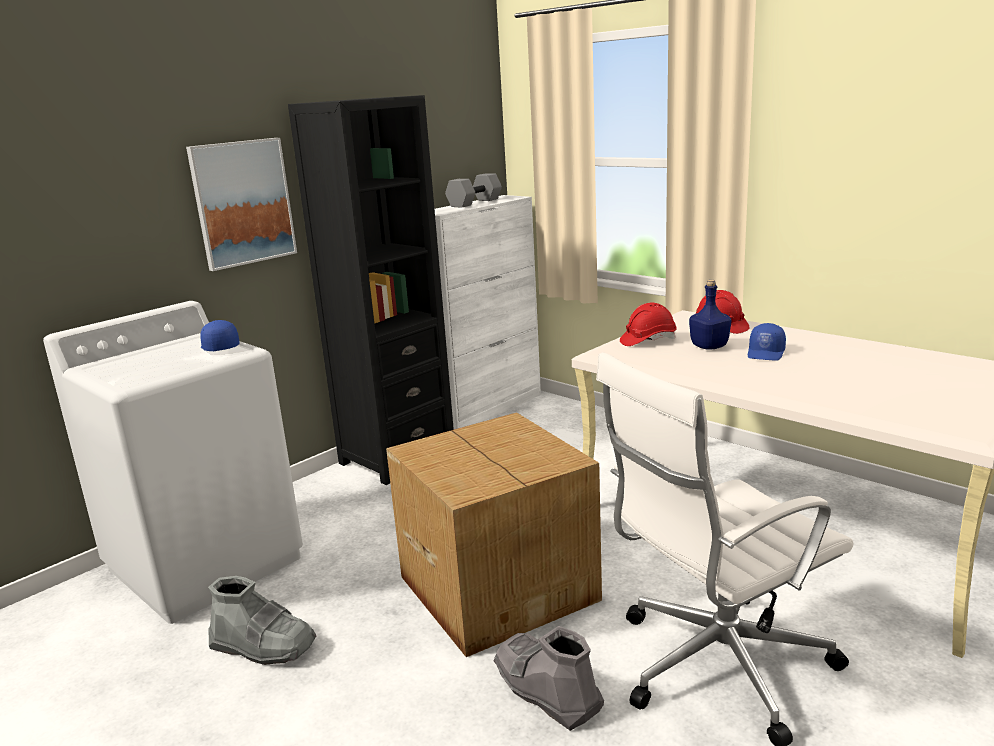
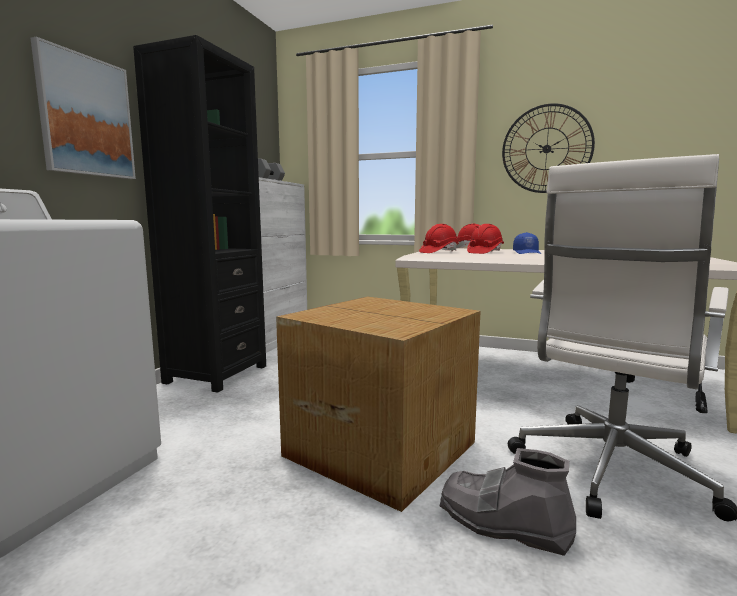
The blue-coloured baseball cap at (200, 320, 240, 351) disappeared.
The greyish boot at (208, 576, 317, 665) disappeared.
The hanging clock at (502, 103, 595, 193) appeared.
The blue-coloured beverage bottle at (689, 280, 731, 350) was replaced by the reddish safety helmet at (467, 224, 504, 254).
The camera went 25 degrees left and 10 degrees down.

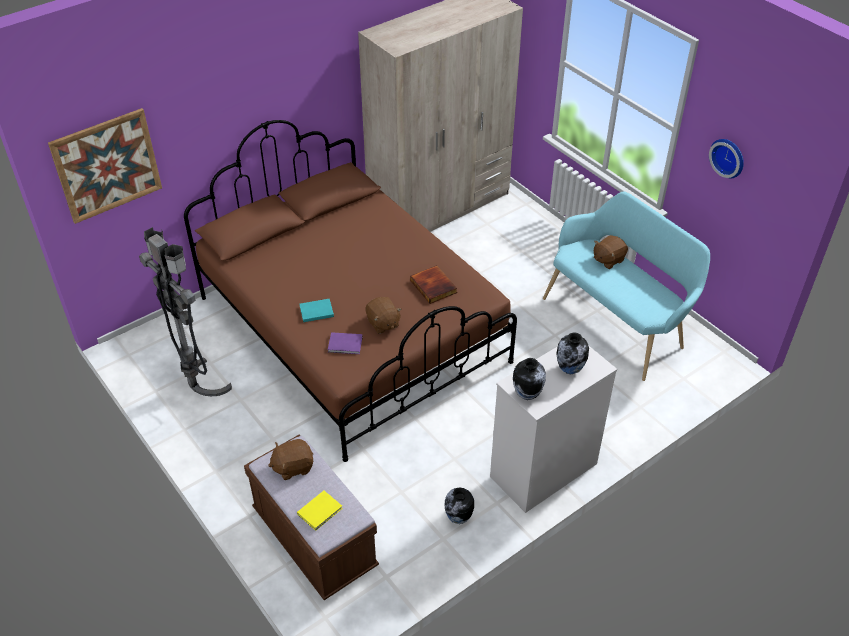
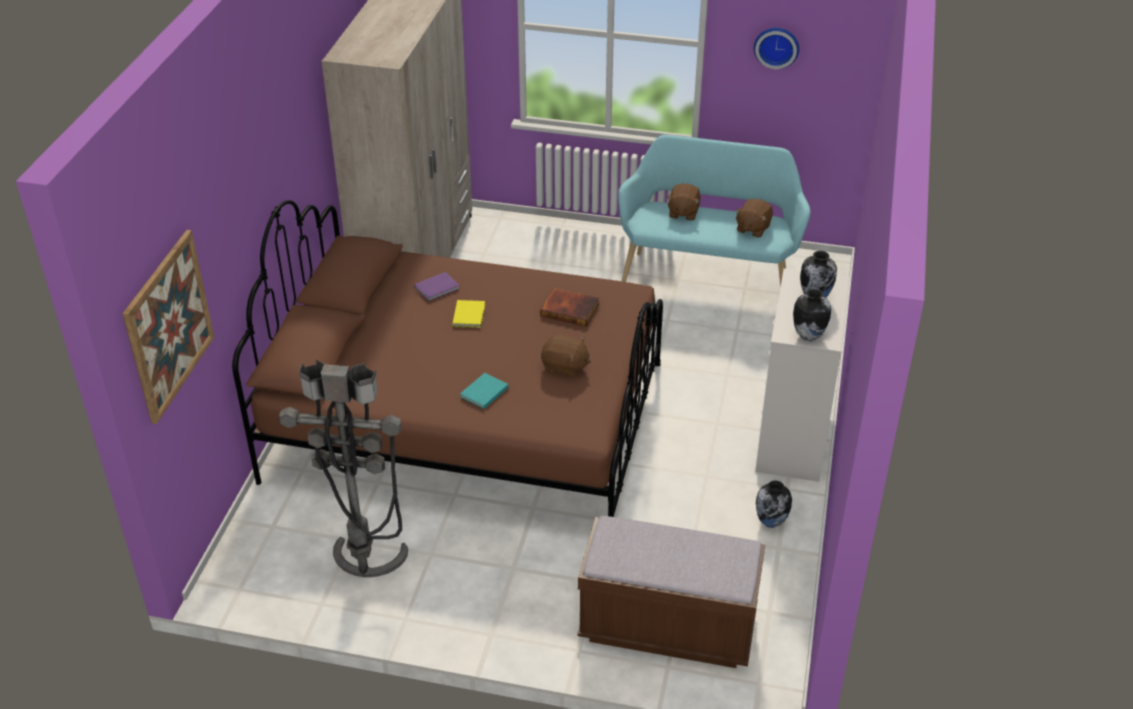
The brownish plush toy moved from (268, 439, 313, 480) to (735, 199, 773, 238).
The yellowish book moved from (297, 491, 343, 531) to (453, 300, 485, 328).
The purple book moved from (328, 332, 363, 354) to (414, 272, 460, 302).
The camera went 40 degrees left and 5 degrees down.

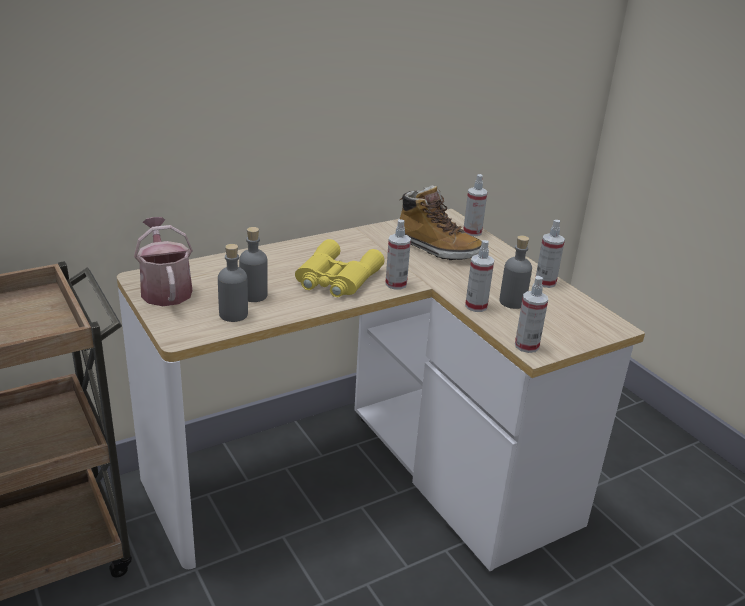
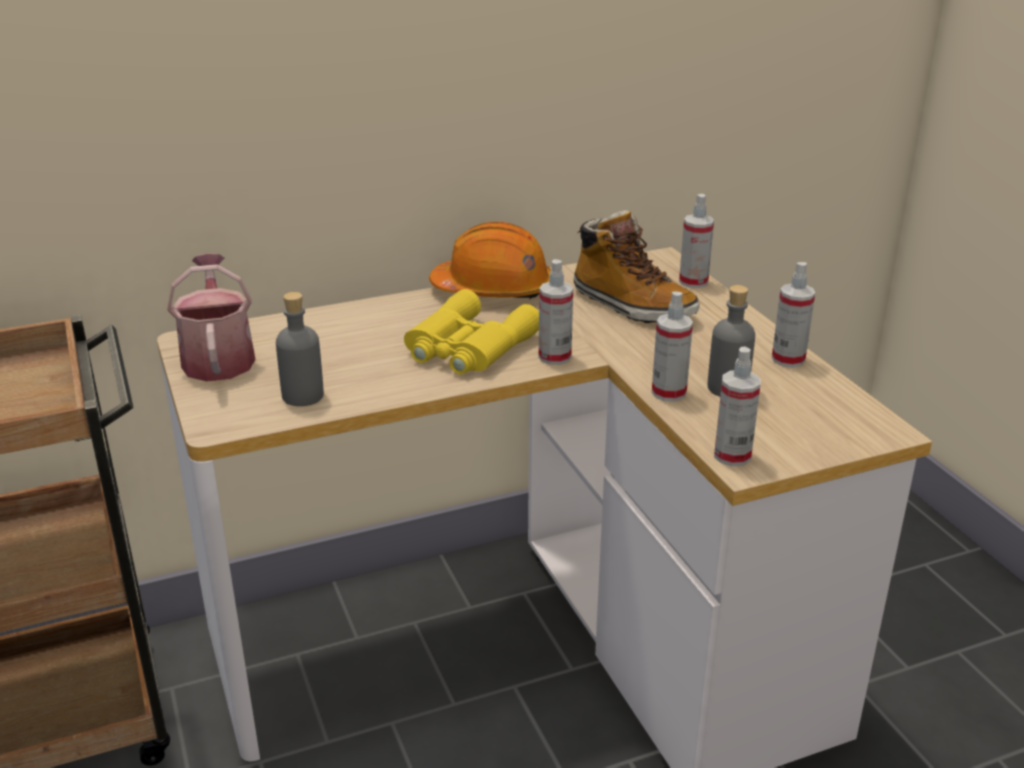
The greyish beverage bottle at (239, 227, 268, 302) disappeared.
The orange safety helmet at (429, 222, 551, 300) appeared.
The camera went 10 degrees right and 0 degrees up.

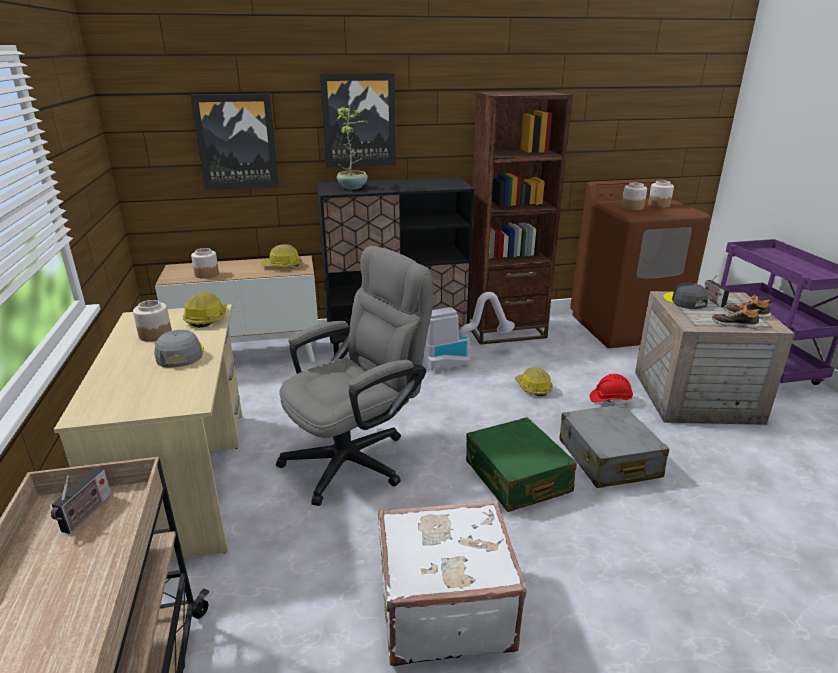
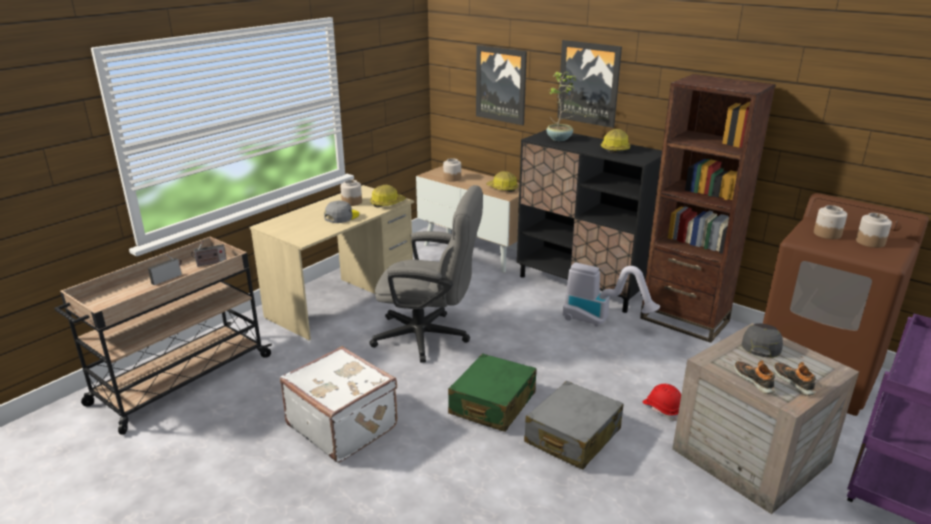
The safety helmet moved from (515, 367, 553, 396) to (601, 129, 630, 153).
The radio receiver moved from (705, 274, 730, 307) to (148, 253, 182, 285).
The camera went 50 degrees right and 0 degrees up.

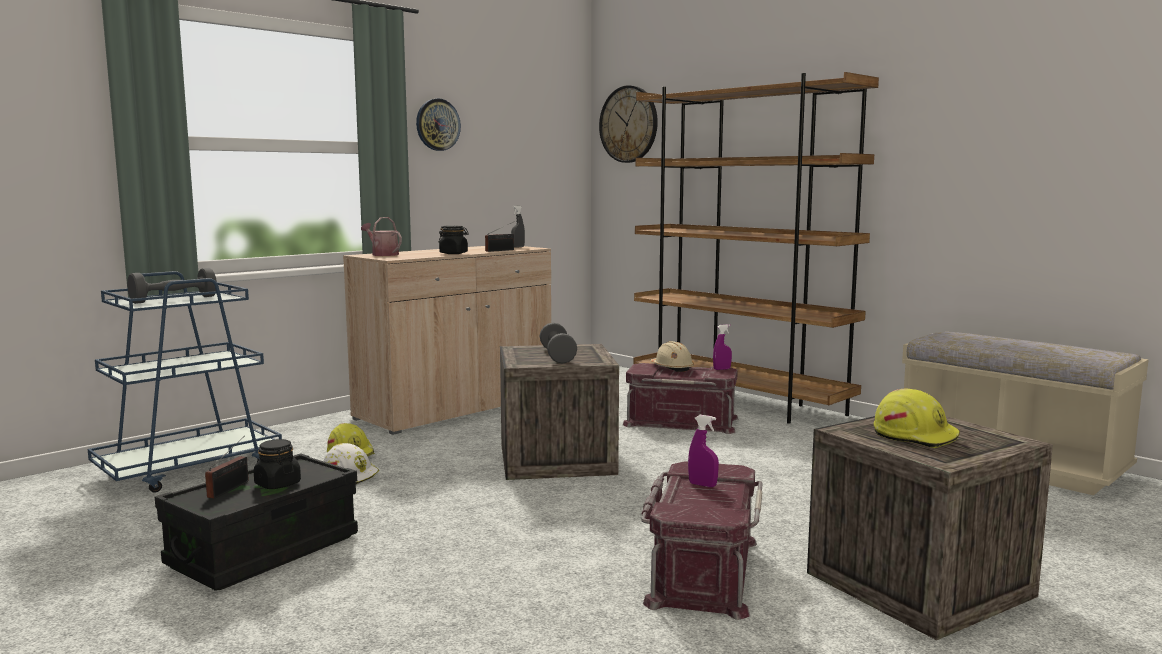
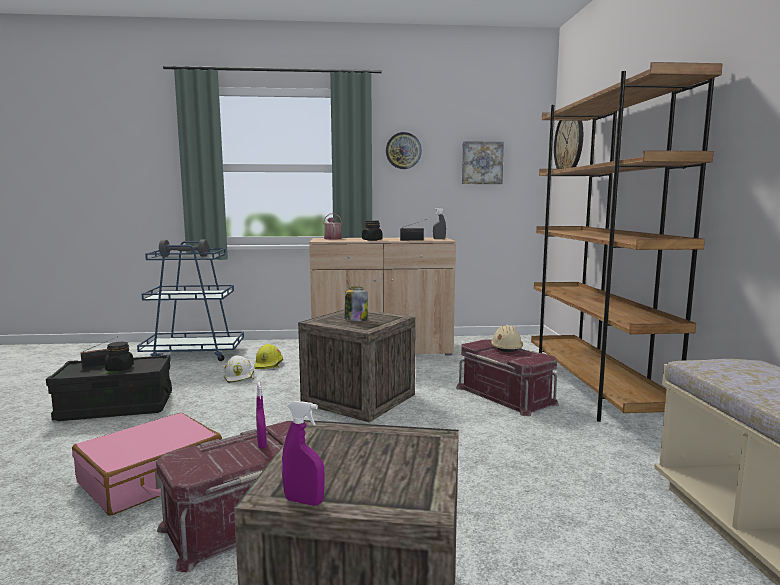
The yellowish safety helmet at (874, 389, 960, 448) disappeared.
The pink-coloured suitcase at (72, 413, 222, 516) appeared.
The wall picture at (461, 141, 504, 184) appeared.
The purple sprayer moved from (713, 324, 732, 370) to (282, 401, 325, 506).
The greyish free weight at (539, 323, 577, 363) was replaced by the storage jar at (345, 287, 368, 321).
The camera went 40 degrees right and 0 degrees up.

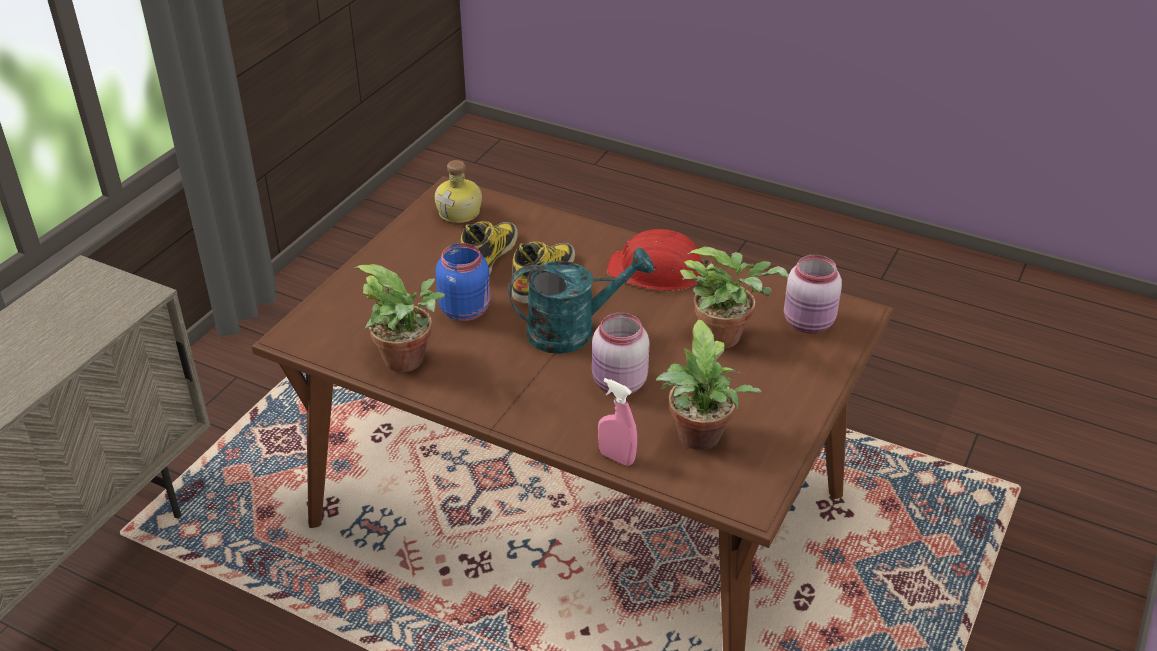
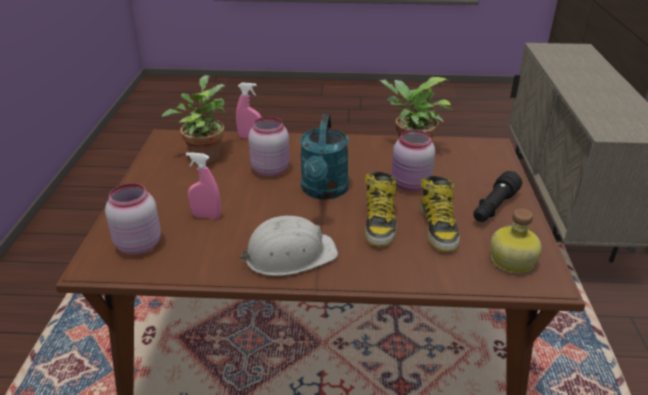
The blackish torch at (474, 171, 522, 222) appeared.
The plant in a pot at (680, 246, 789, 348) was replaced by the pink-coloured sprayer at (186, 152, 221, 219).
The blue-coloured storage jar at (435, 243, 490, 321) became the pink-coloured storage jar at (391, 130, 435, 192).
The reddish safety helmet at (607, 229, 711, 291) became the whitish safety helmet at (239, 216, 338, 276).
The turquoise watering pot at (508, 247, 654, 354) turned 45 degrees counterclockwise.
The camera went 155 degrees right and 5 degrees down.

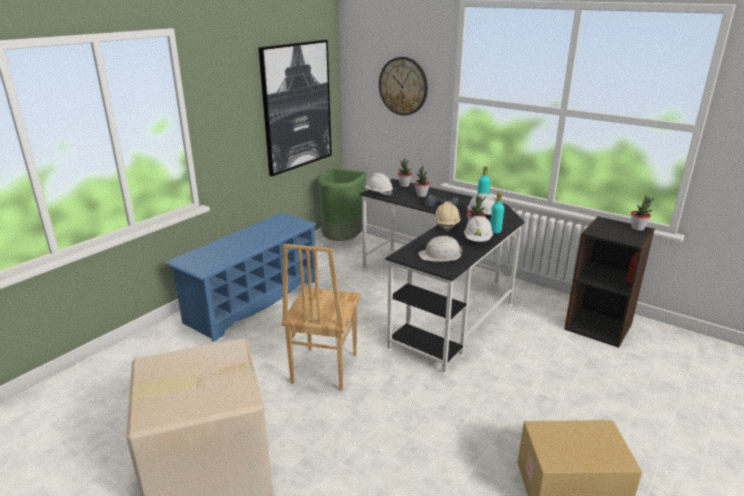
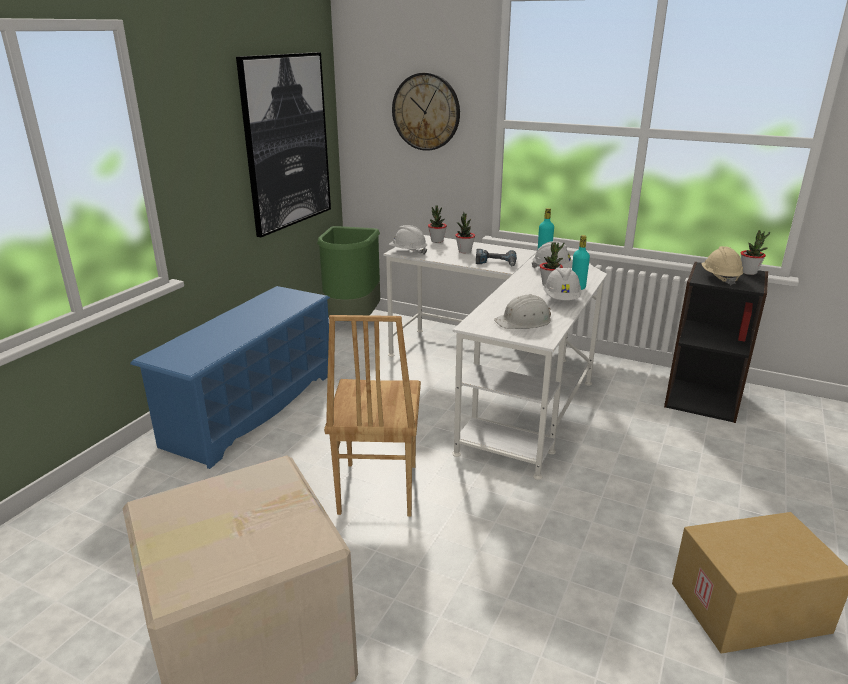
The beige safety helmet moved from (434, 202, 461, 231) to (701, 246, 743, 286).
The blackish desk table at (360, 179, 525, 375) became the whitish desk table at (383, 235, 607, 480).
The camera went 10 degrees left and 0 degrees up.

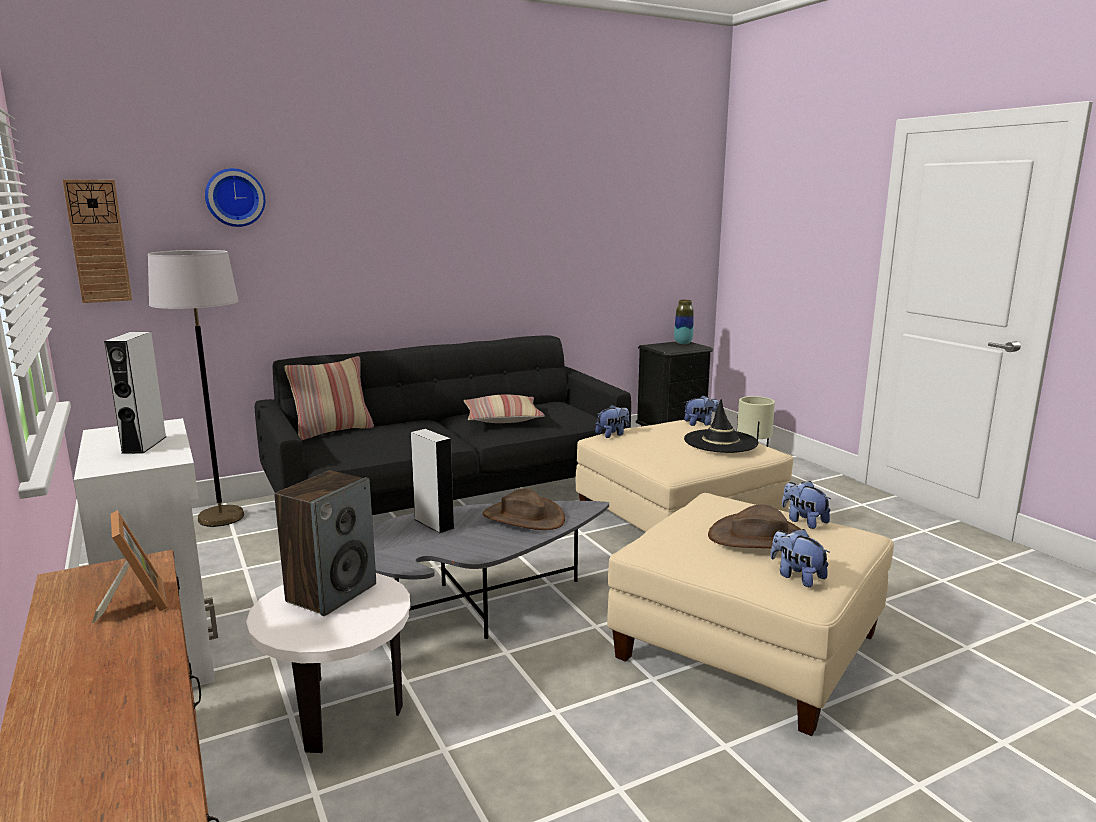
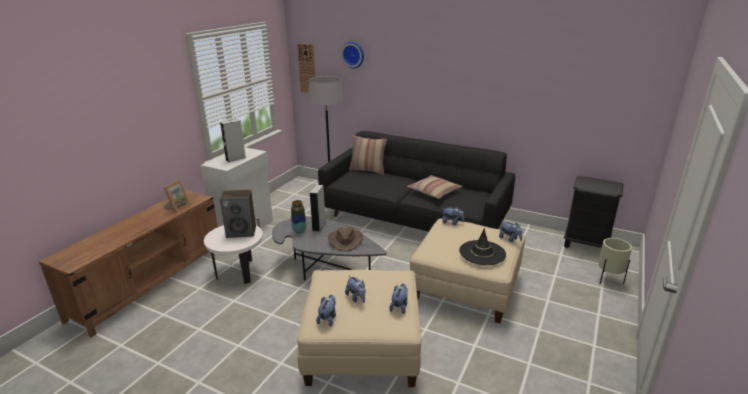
The flower vase moved from (674, 300, 693, 344) to (291, 200, 306, 233).
The brownish wearable hat at (708, 504, 810, 548) was replaced by the plush toy at (345, 276, 366, 303).
The camera went 55 degrees right and 10 degrees up.

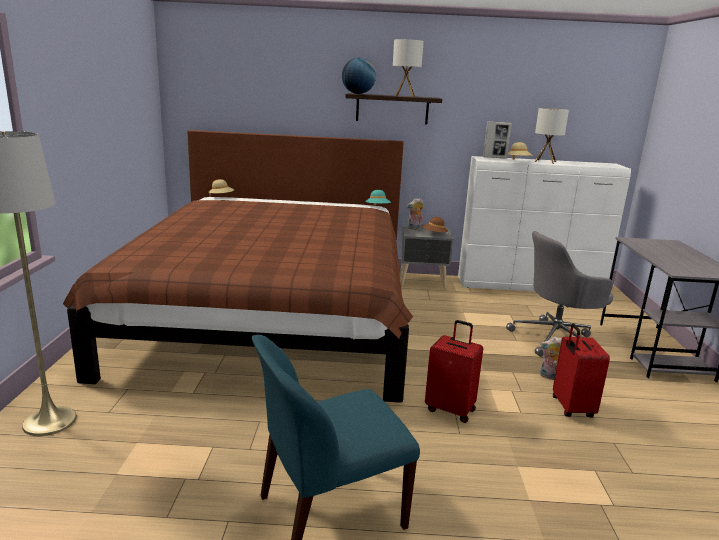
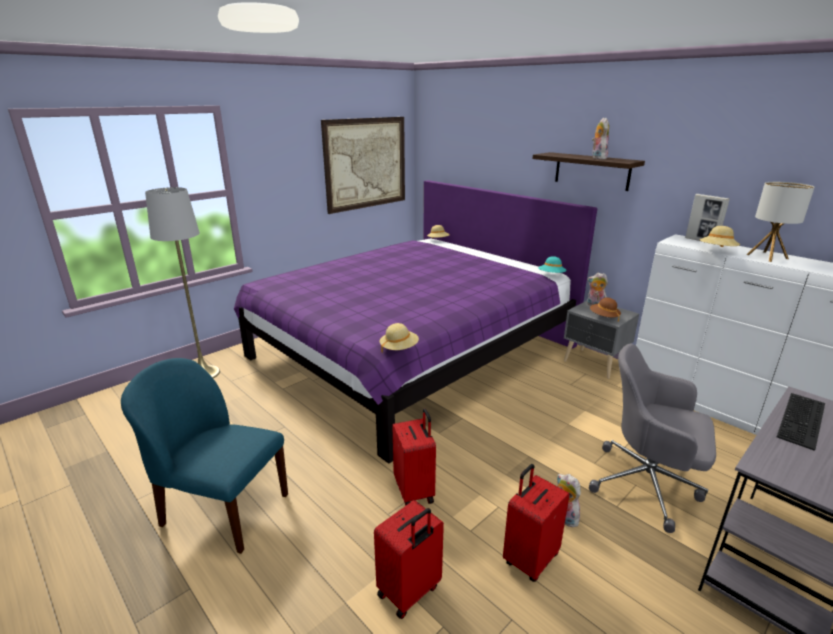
The world globe at (342, 58, 376, 94) disappeared.
The wall picture at (321, 117, 405, 214) appeared.
The reddish suitcase at (374, 500, 444, 619) appeared.
The beige wearable hat at (379, 323, 419, 353) appeared.
The computer keyboard at (777, 393, 825, 451) appeared.
The tabletop lamp at (393, 39, 424, 97) was replaced by the plush toy at (592, 118, 609, 159).
The brownish bedroom bed at (63, 130, 413, 403) became the purple bedroom bed at (234, 180, 597, 464).
The camera went 45 degrees right and 5 degrees up.

